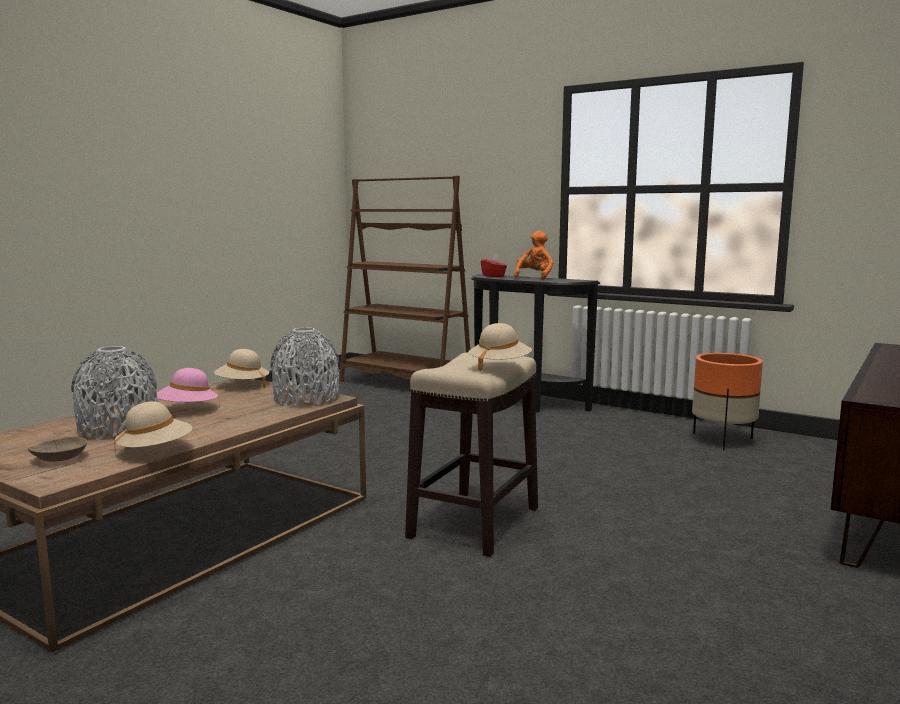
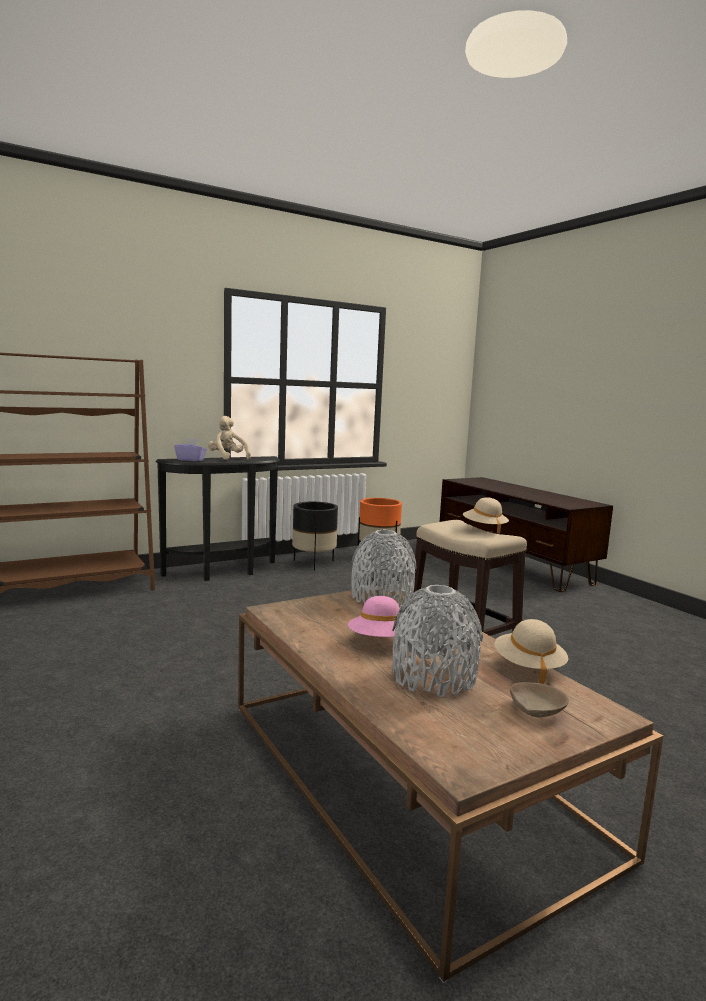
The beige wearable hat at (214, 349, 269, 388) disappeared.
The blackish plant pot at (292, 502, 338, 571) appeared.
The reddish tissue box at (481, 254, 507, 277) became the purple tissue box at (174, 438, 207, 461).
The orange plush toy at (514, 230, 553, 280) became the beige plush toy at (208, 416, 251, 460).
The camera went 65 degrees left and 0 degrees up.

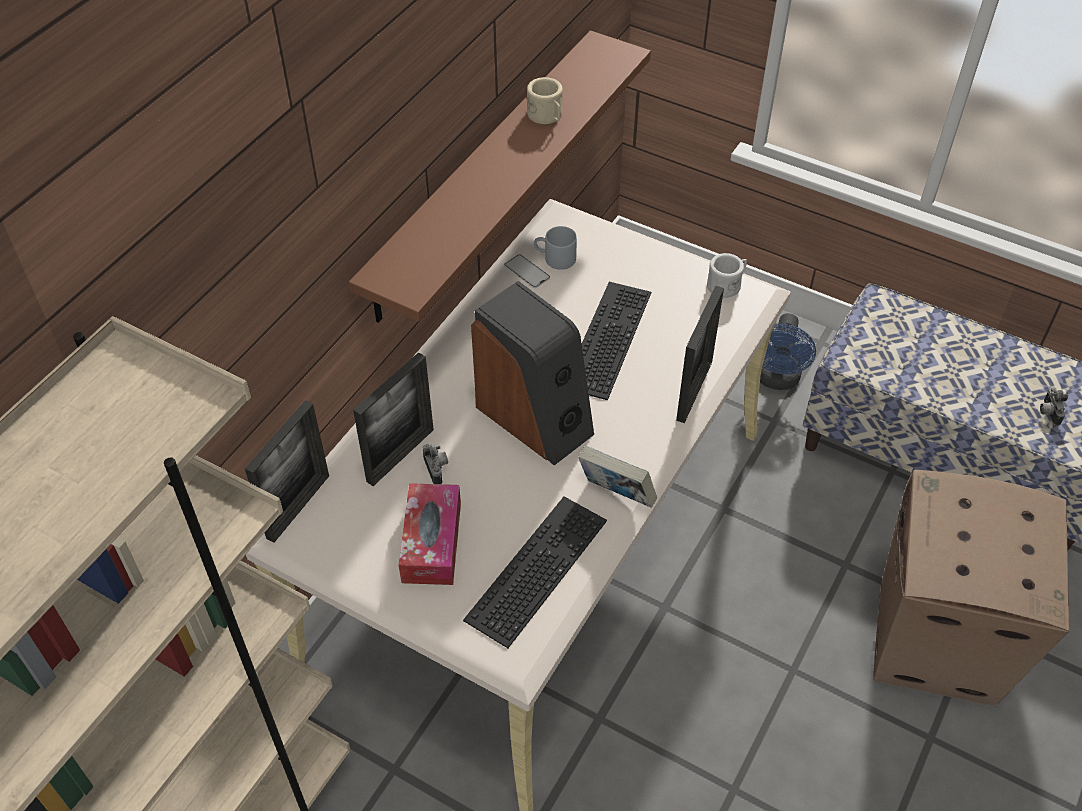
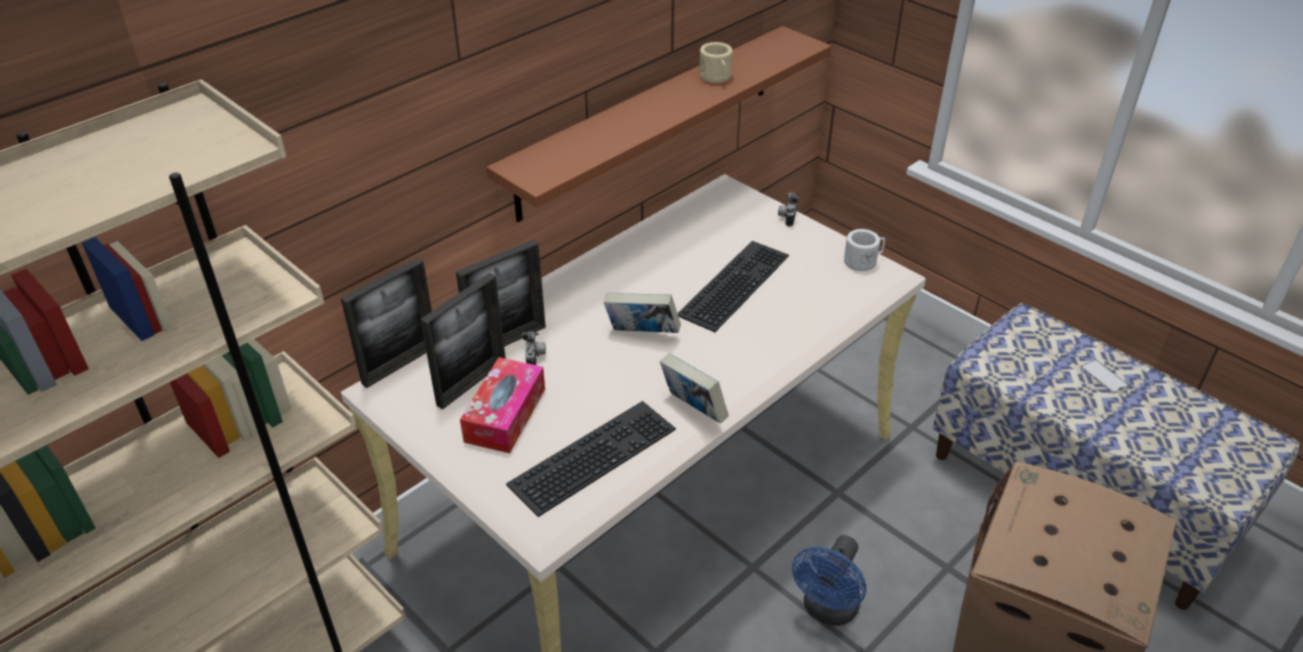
The greyish tea mug at (534, 226, 577, 270) disappeared.
The phone moved from (504, 254, 550, 288) to (1081, 360, 1129, 393).
The photo frame moved from (676, 286, 724, 423) to (420, 273, 506, 409).
The blue-coloured cooling fan moved from (760, 313, 816, 390) to (792, 535, 866, 626).
The still camera moved from (1040, 387, 1068, 426) to (778, 192, 799, 227).
The loudspeaker at (471, 281, 594, 466) was replaced by the book at (604, 293, 681, 333).
The camera went 15 degrees right and 10 degrees down.

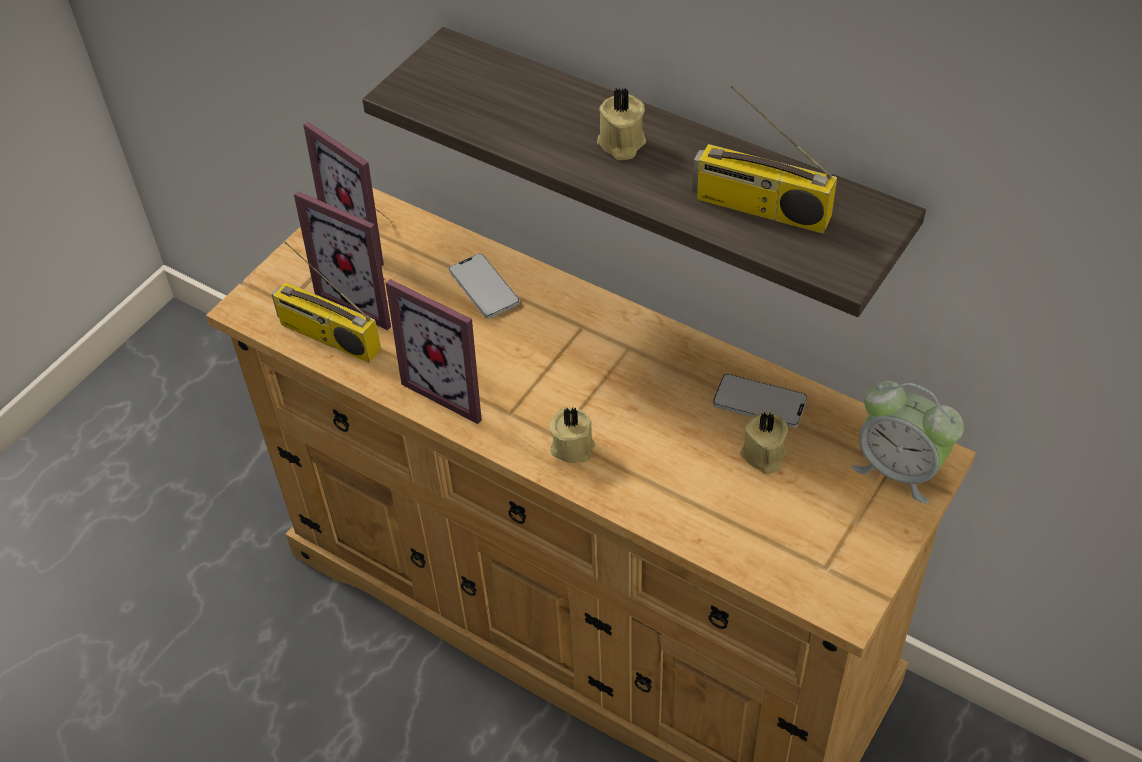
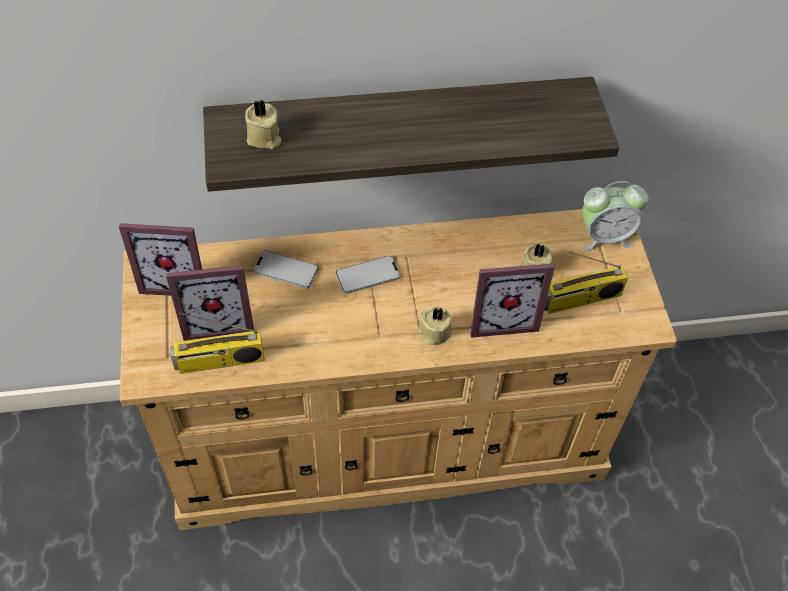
The photo frame moved from (386, 279, 482, 424) to (470, 264, 555, 338).
The beige wax candle moved from (597, 87, 646, 160) to (245, 100, 281, 149).
The radio receiver moved from (692, 85, 837, 233) to (544, 251, 628, 314).
The phone moved from (713, 374, 807, 428) to (336, 256, 400, 294).
The camera went 45 degrees left and 5 degrees up.

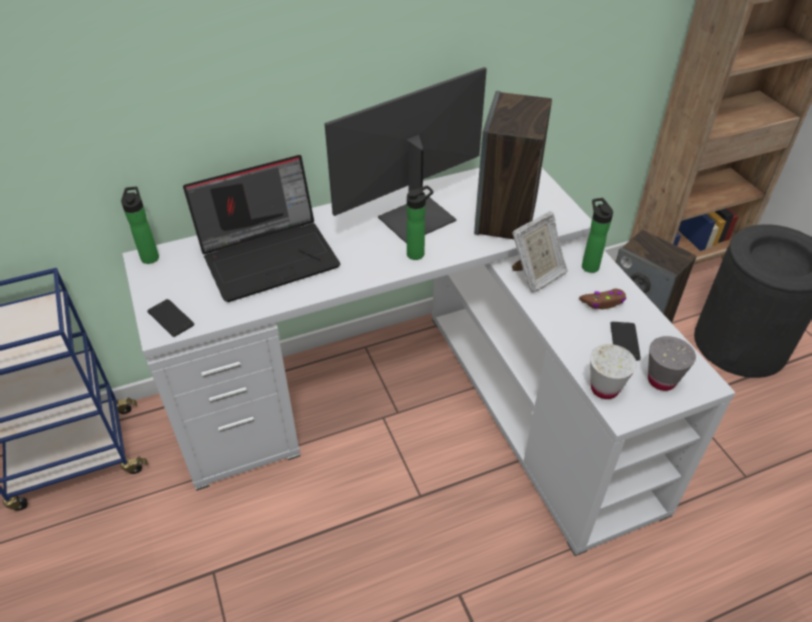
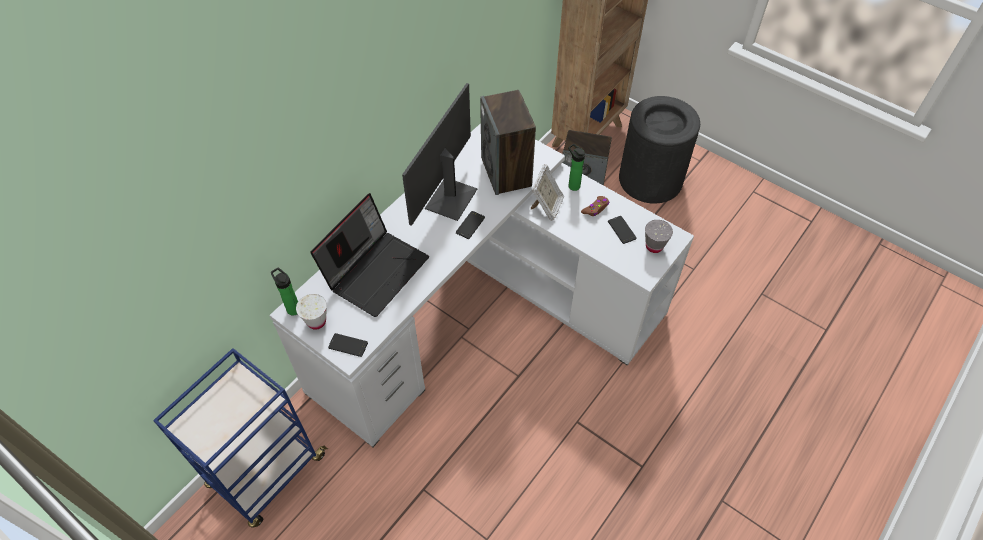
The whitish drinking cup moved from (590, 344, 637, 399) to (296, 294, 327, 330).
The beverage bottle at (407, 185, 433, 260) was replaced by the phone at (456, 211, 485, 239).
The camera went 30 degrees left and 10 degrees up.

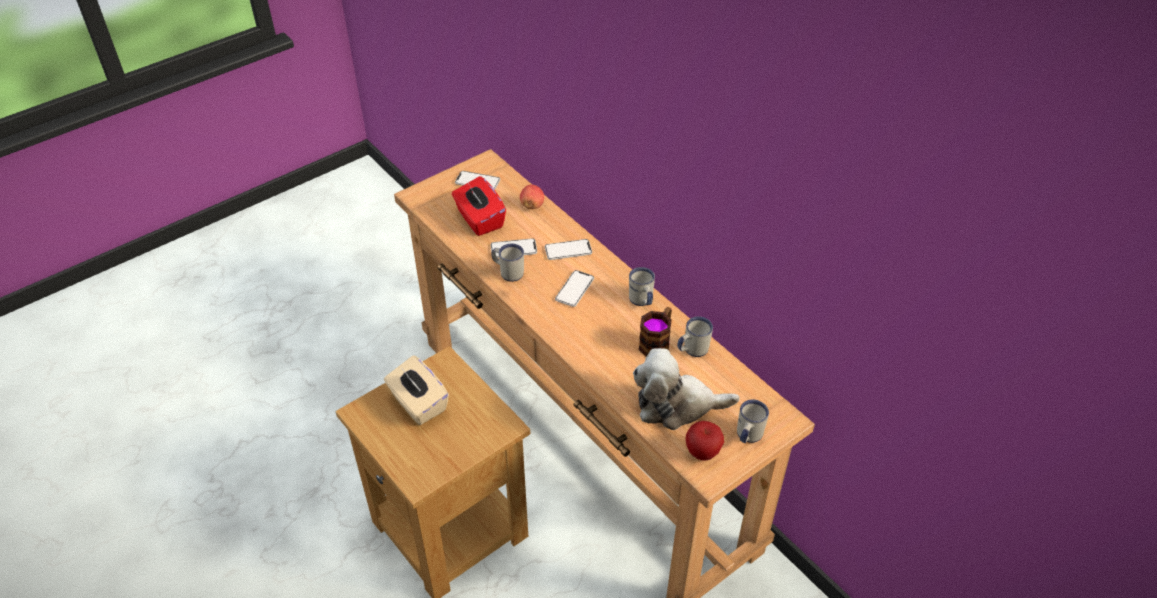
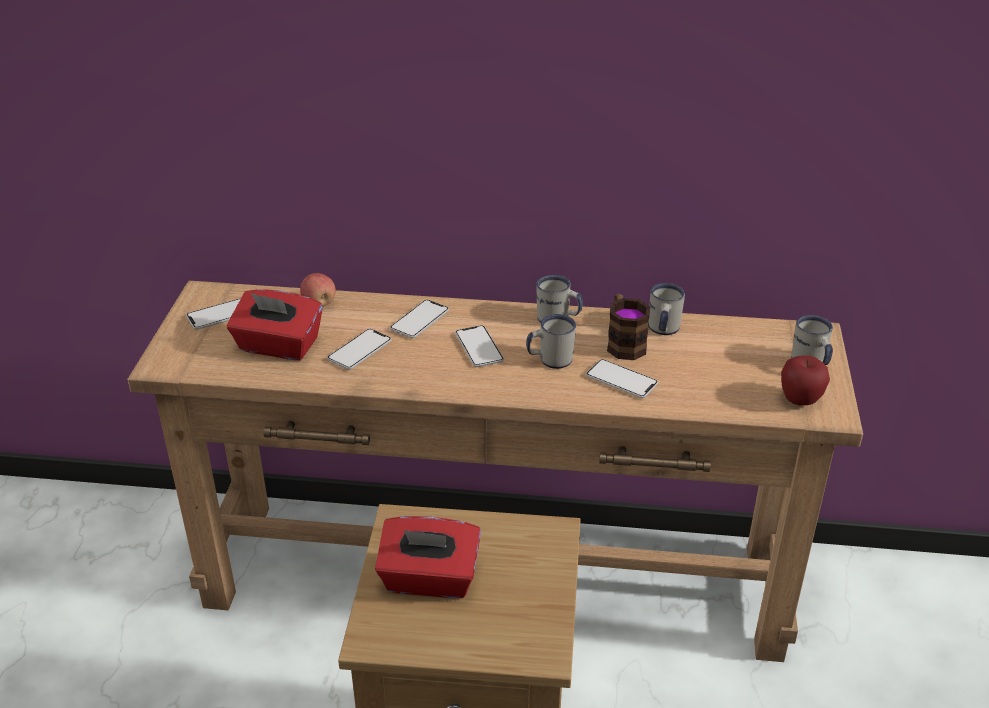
The plush toy at (633, 348, 740, 430) disappeared.
The phone at (586, 359, 658, 398) appeared.
The whitish tea mug moved from (491, 244, 524, 282) to (526, 314, 576, 369).
The beige tissue box at (384, 356, 449, 425) became the reddish tissue box at (375, 516, 481, 598).
The camera went 45 degrees left and 10 degrees down.

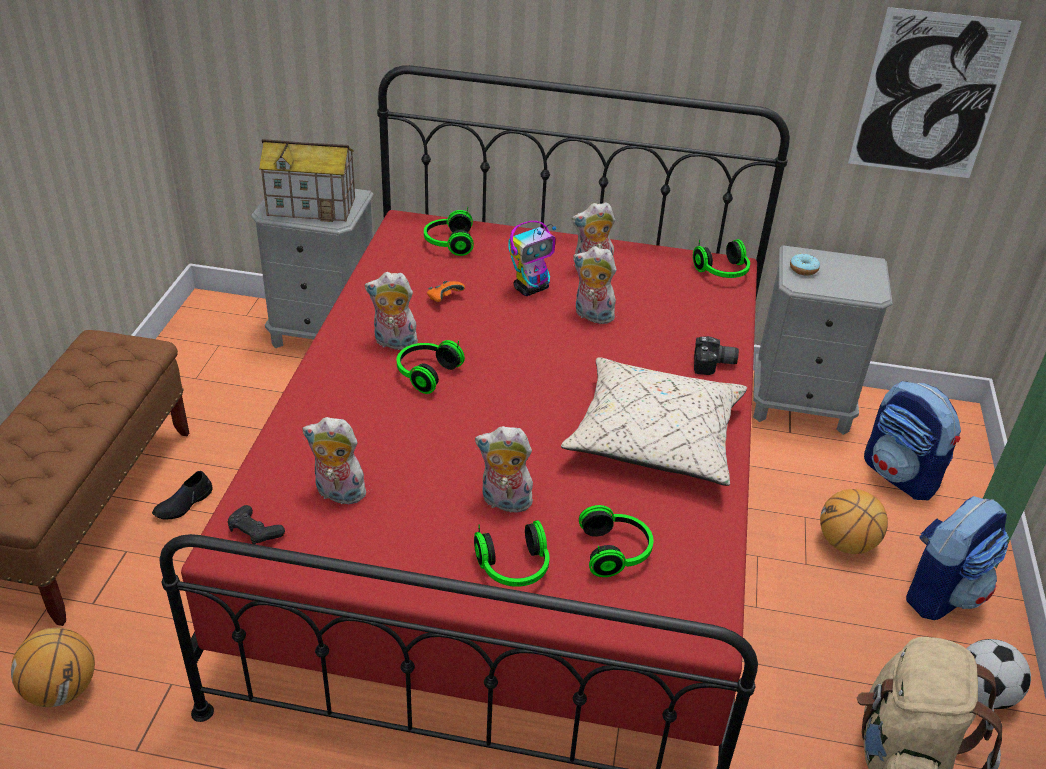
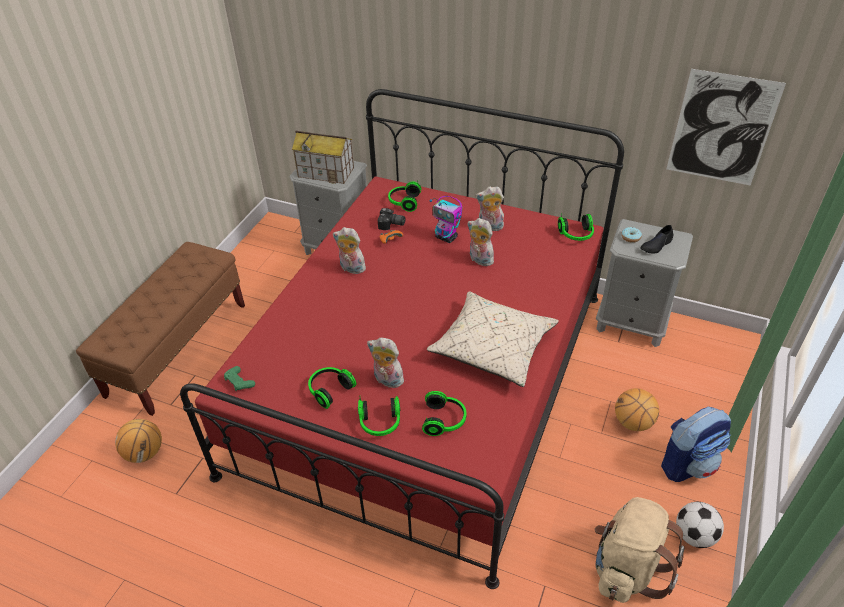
The plush toy at (303, 417, 369, 504) disappeared.
The knapsack at (864, 381, 961, 500) disappeared.
The blackish low shoe moved from (152, 471, 213, 519) to (640, 225, 674, 254).
The headset moved from (397, 340, 465, 394) to (308, 367, 356, 409).
The still camera moved from (694, 336, 739, 375) to (378, 208, 406, 230).
The blackish gamepad at (228, 505, 285, 545) became the greenish gamepad at (224, 366, 255, 391).
The model robot at (508, 221, 556, 296) turned 60 degrees clockwise.
The camera went 15 degrees right and 5 degrees up.

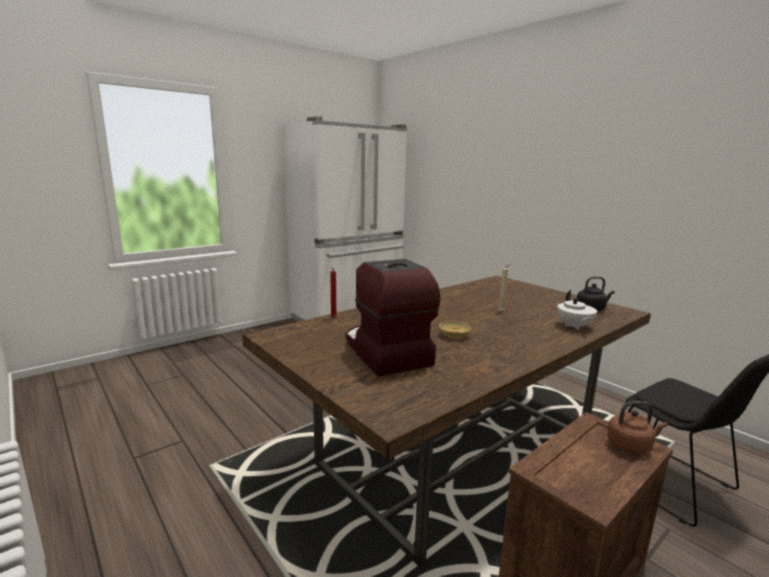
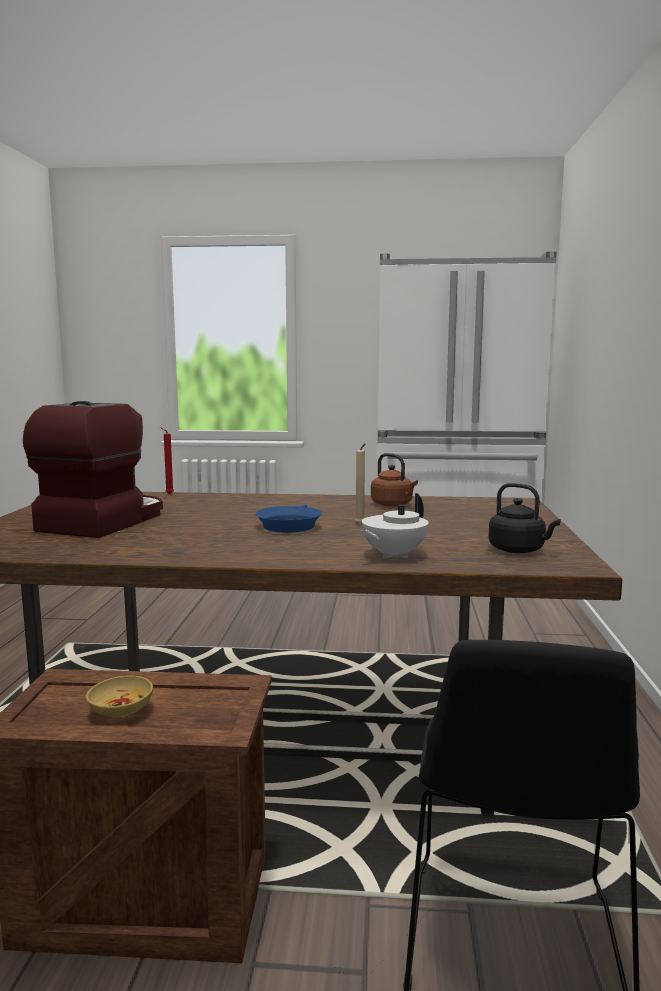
The blue-coloured frying pan at (255, 503, 322, 533) appeared.
The beige bowl moved from (439, 321, 471, 339) to (86, 676, 153, 717).
The brownish water kettle moved from (607, 401, 668, 454) to (371, 453, 418, 507).
The camera went 45 degrees right and 5 degrees down.

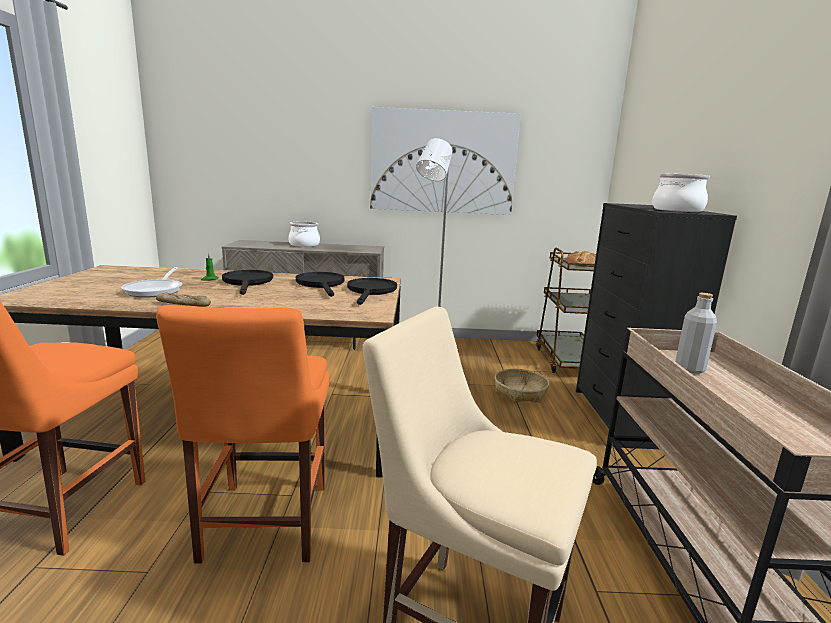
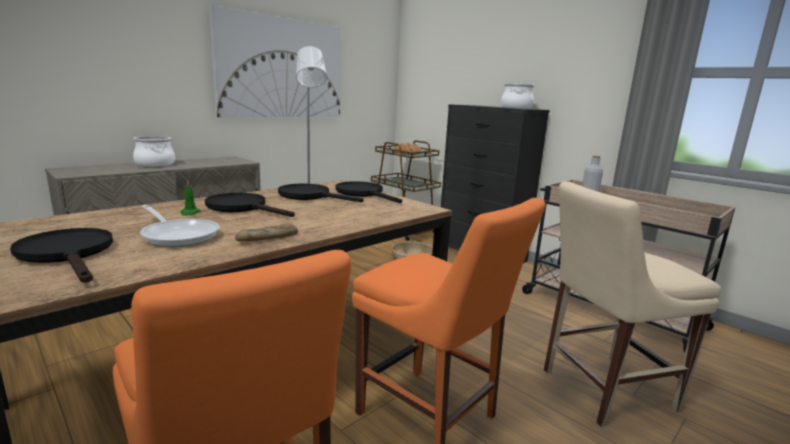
The blackish frying pan at (10, 228, 113, 283) appeared.
The camera went 45 degrees left and 0 degrees up.

